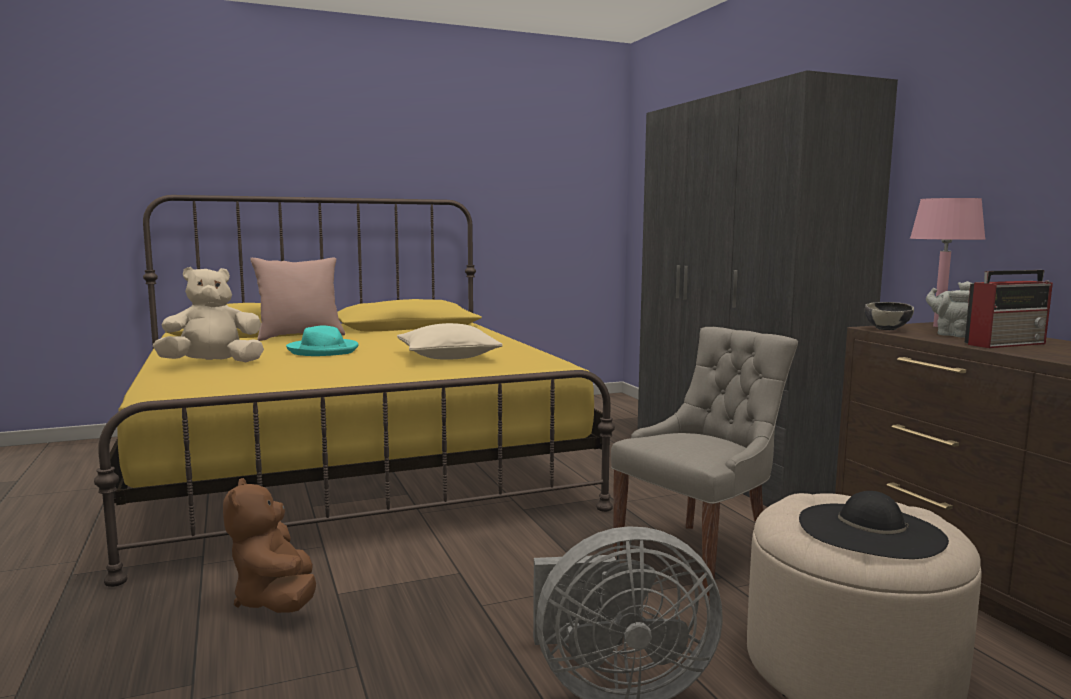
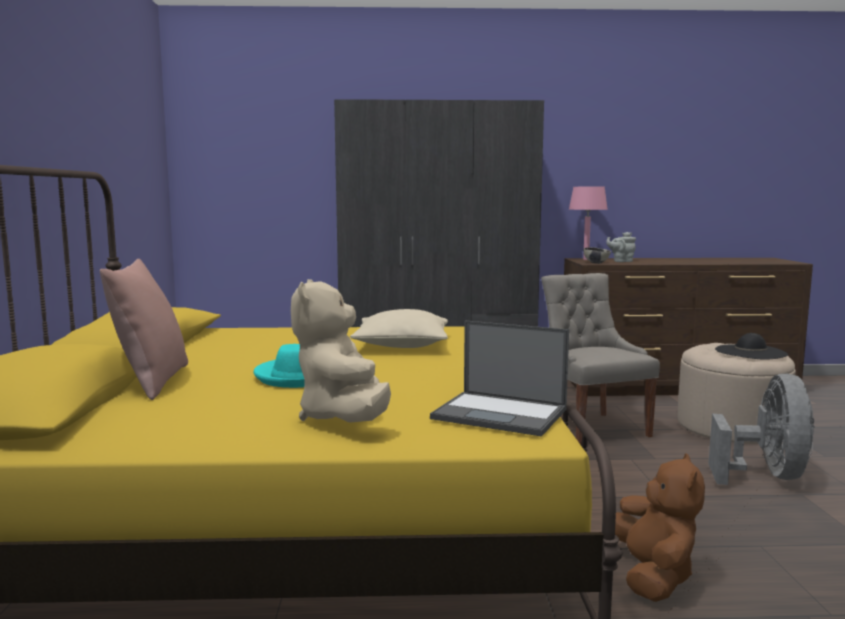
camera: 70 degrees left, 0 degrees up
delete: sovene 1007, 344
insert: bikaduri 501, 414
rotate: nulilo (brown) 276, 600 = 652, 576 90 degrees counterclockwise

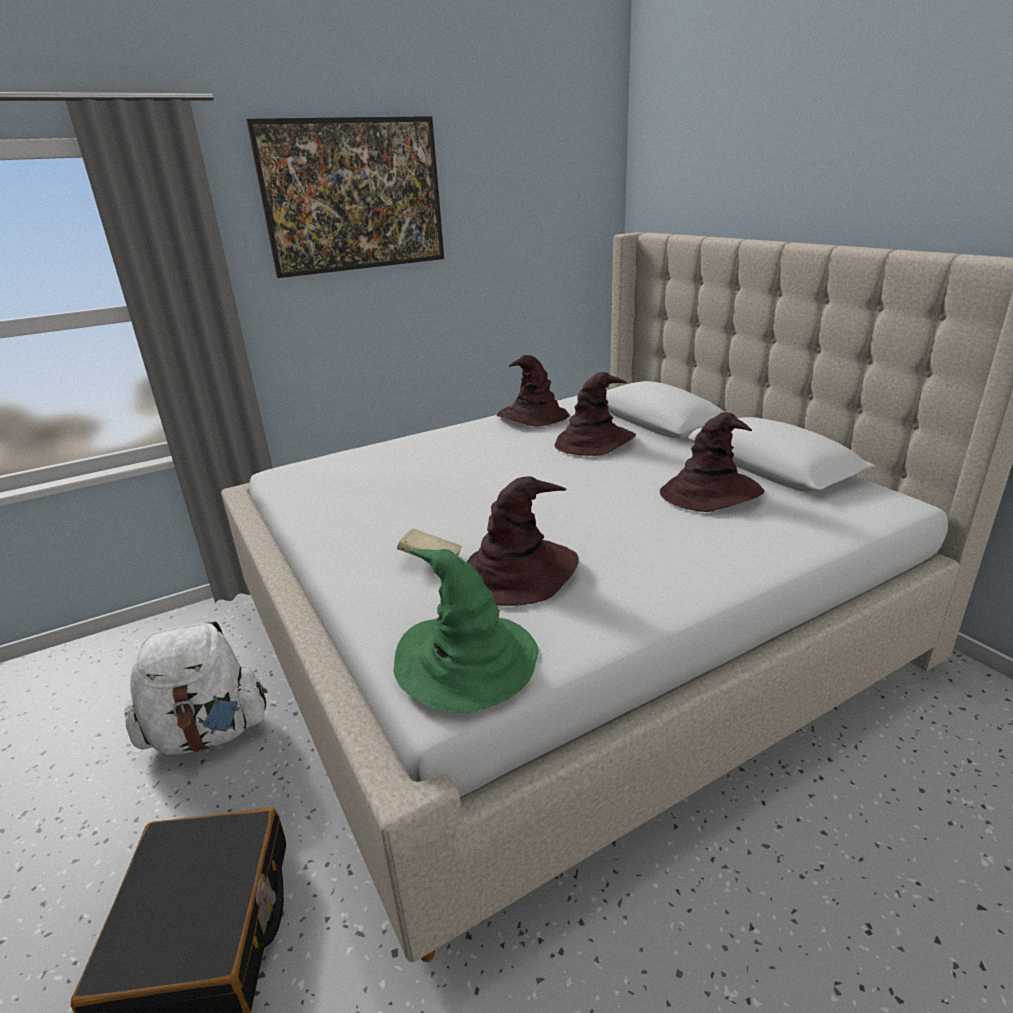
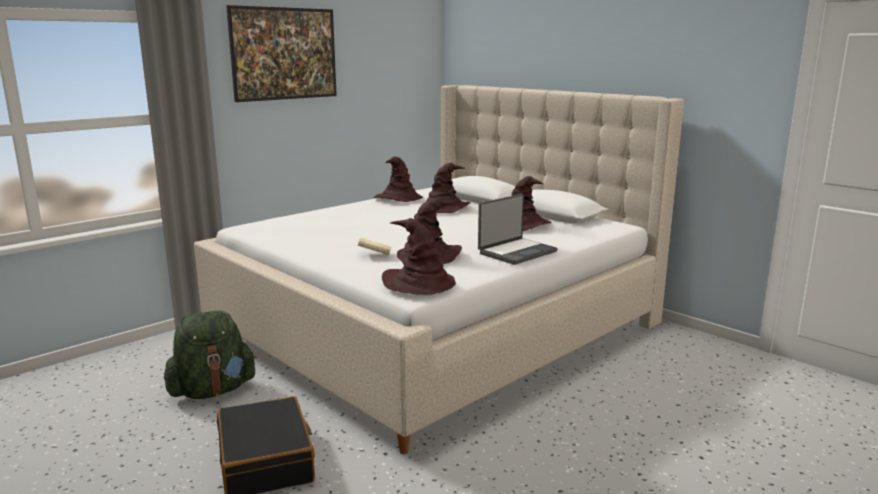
camera: 15 degrees left, 10 degrees down
insert: bikaduri 516, 252
recolor: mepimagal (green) 468, 663 to mepimagal (brown) 419, 283; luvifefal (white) 208, 733 to luvifefal (green) 213, 391

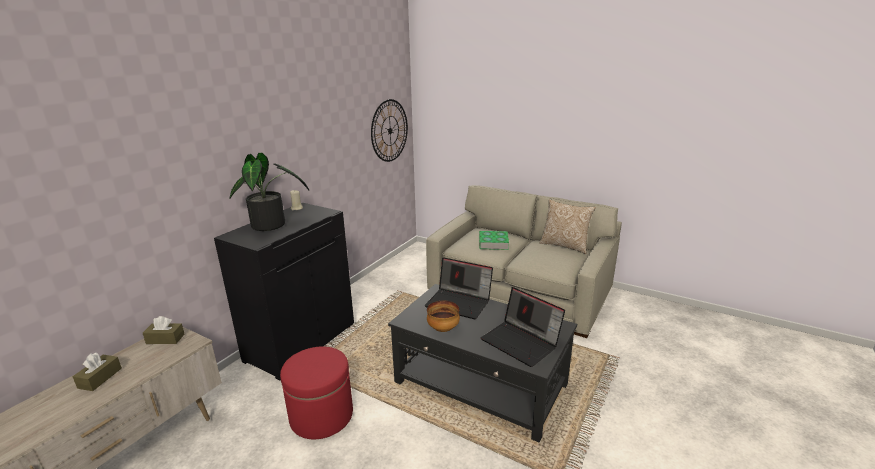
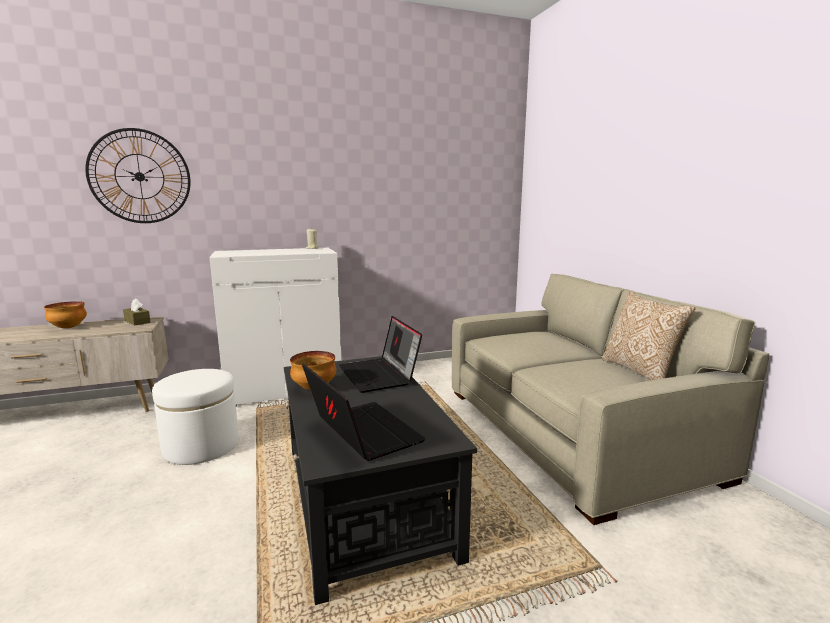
camera: 40 degrees right, 10 degrees down
delete: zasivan 272, 225; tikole 493, 243
move: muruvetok 389, 130 to 139, 176
replace: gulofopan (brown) 100, 378 to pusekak 68, 328
recolor: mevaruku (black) 300, 341 to mevaruku (white) 285, 388; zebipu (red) 321, 415 to zebipu (white) 201, 446
rotate: bikaduri 521, 342 = 361, 432 150 degrees clockwise

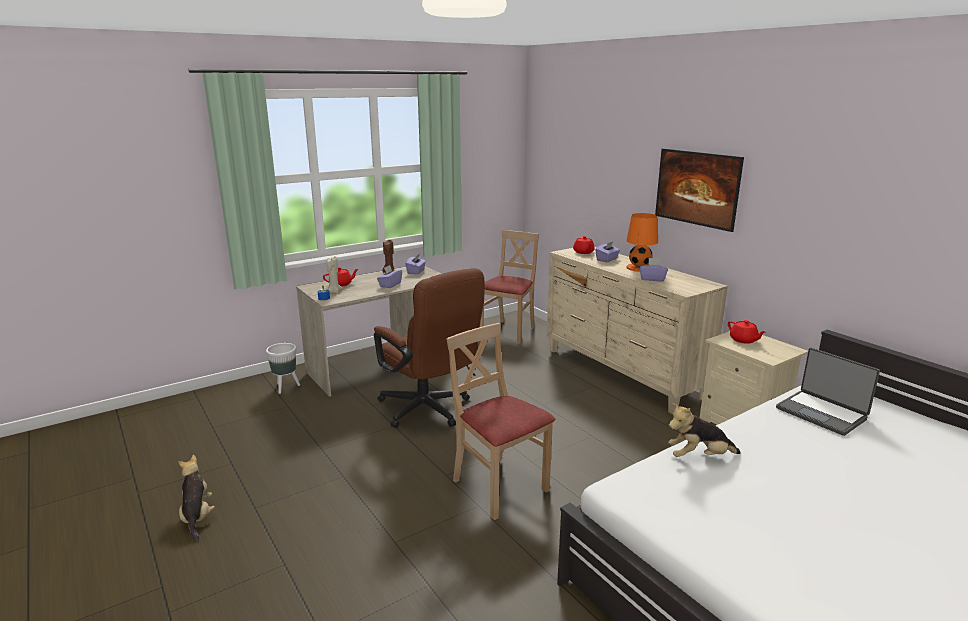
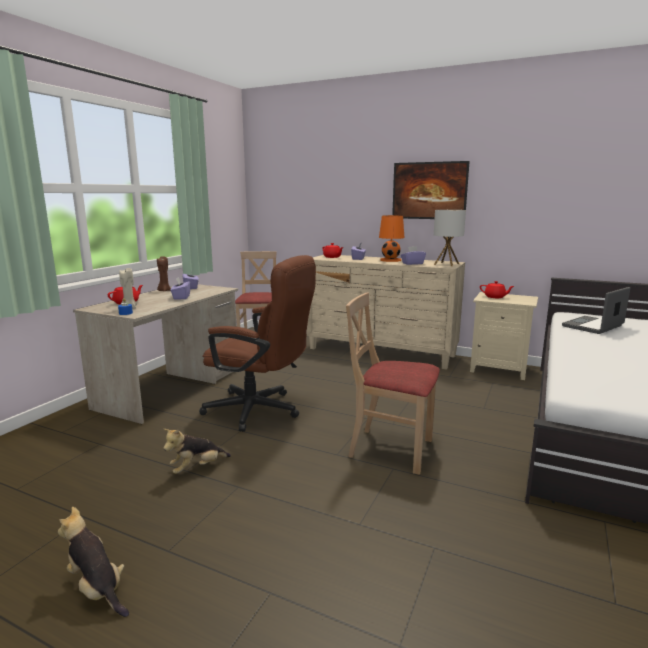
camera: 30 degrees left, 5 degrees down
delete: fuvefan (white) 286, 387
insert: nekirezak 446, 264
move: nulilo 699, 457 to 197, 468
rotate: bikaduri 822, 413 = 593, 326 120 degrees clockwise

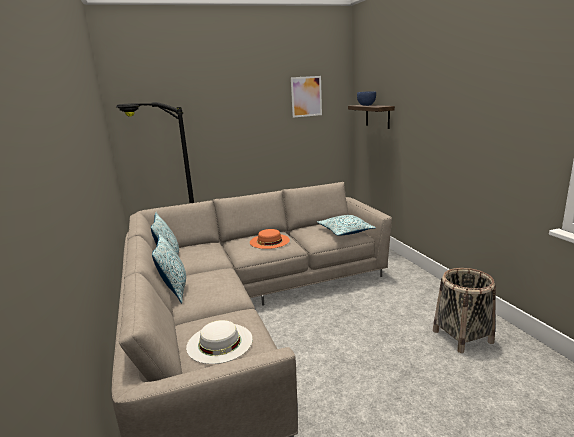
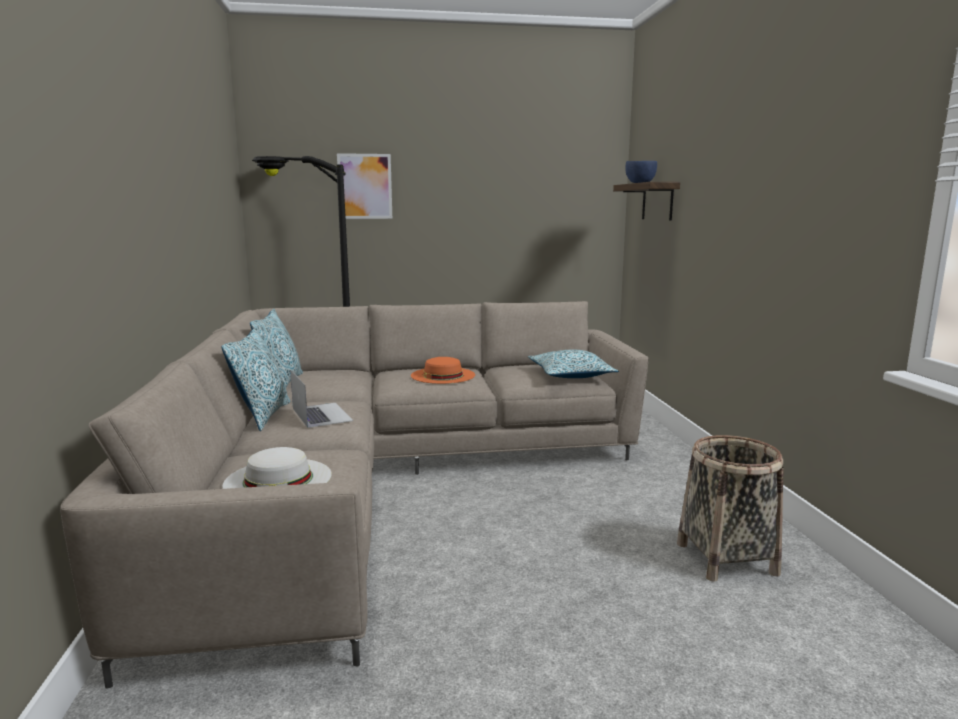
camera: 10 degrees right, 5 degrees down
insert: bikaduri 321, 414
move: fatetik 306, 96 to 365, 186

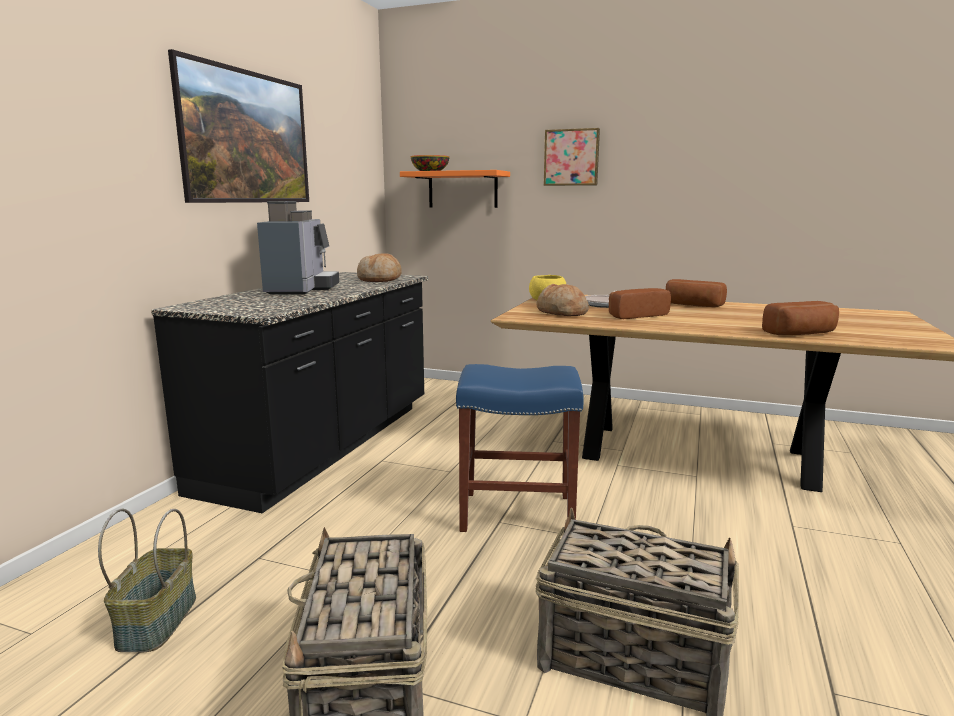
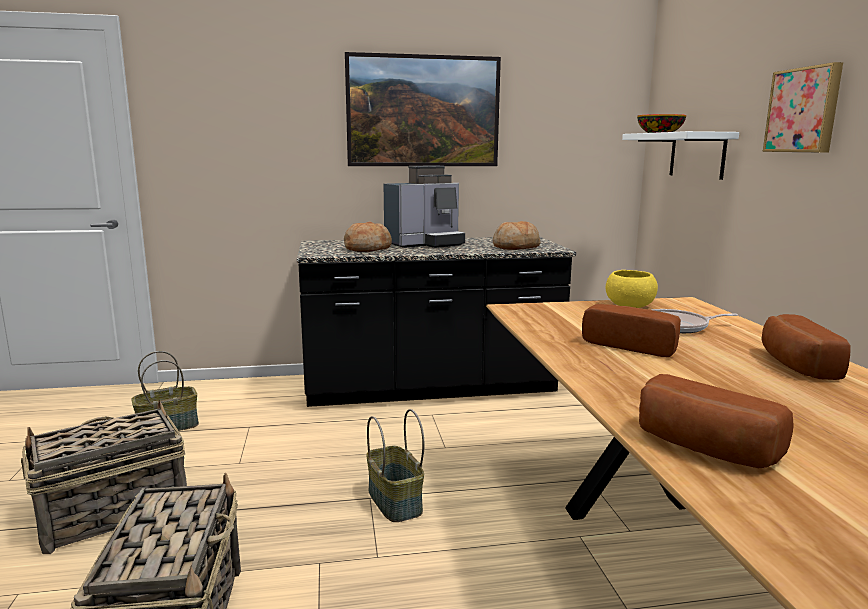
camera: 60 degrees right, 0 degrees up
move: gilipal 562, 312 to 367, 249
replace: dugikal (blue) 515, 513 to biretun 393, 501
recolor: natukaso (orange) 462, 190 to natukaso (white) 697, 155

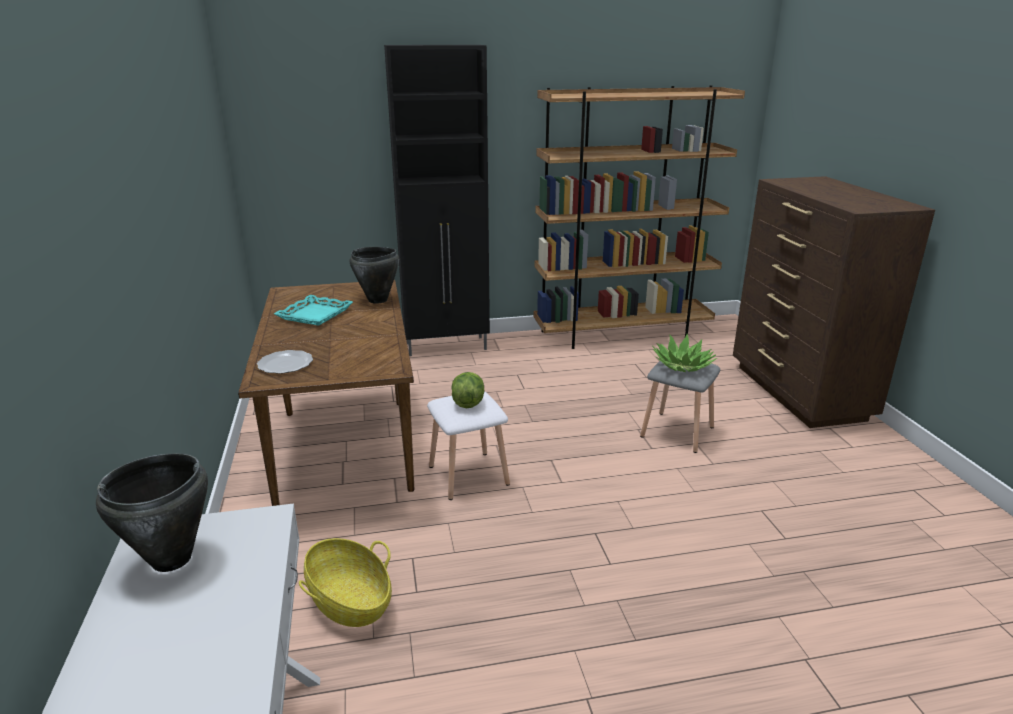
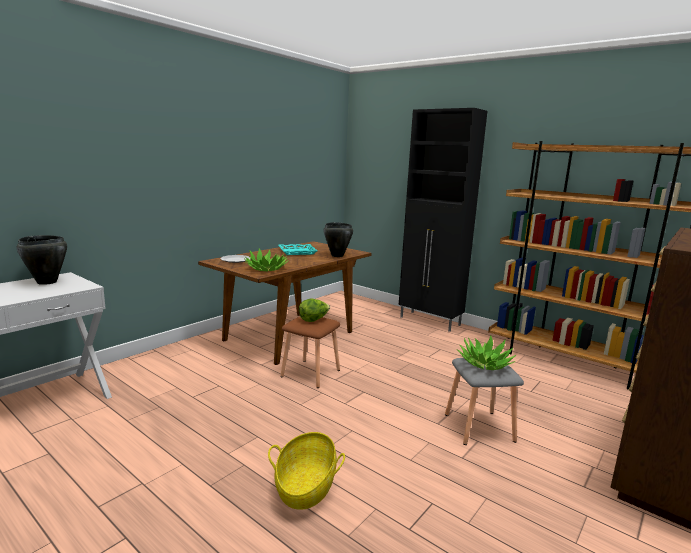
camera: 50 degrees right, 10 degrees down
insert: zasivan 266, 269
move: biretun 349, 601 to 305, 486
recolor: dugikal (white) 469, 475 to dugikal (brown) 310, 374

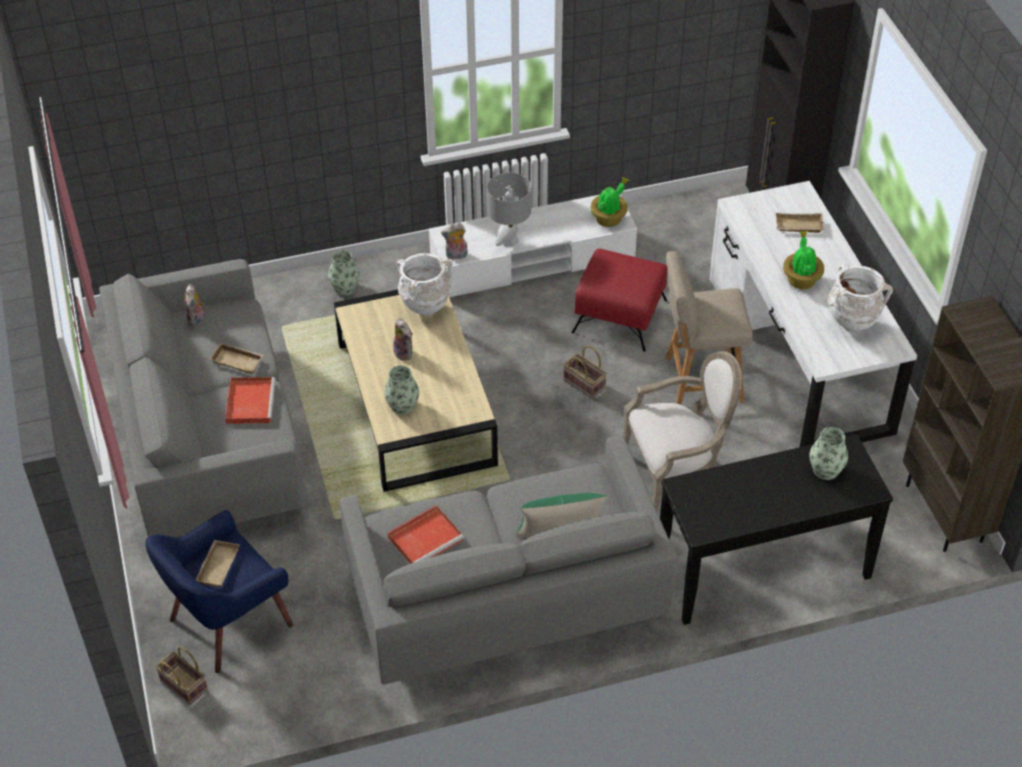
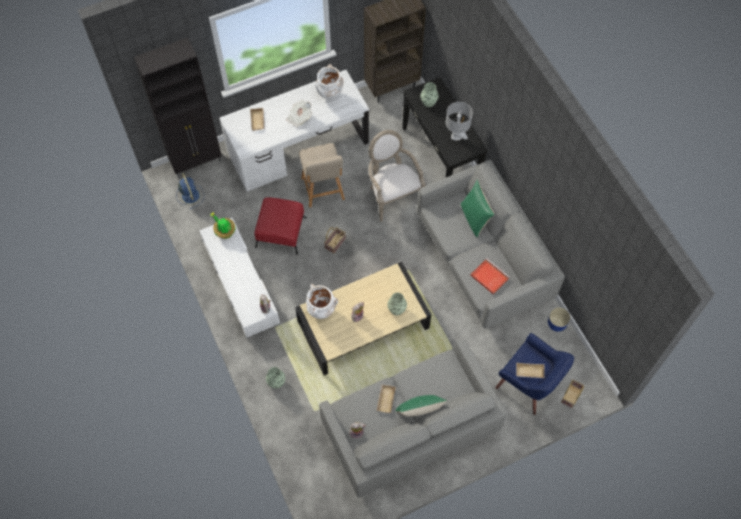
camera: 100 degrees left, 15 degrees up
delete: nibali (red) 250, 401
insert: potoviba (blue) 190, 195; fuvefan 556, 324; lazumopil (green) 419, 412
move: nekirezak (grey) 509, 241 to 456, 136
replace: zasivan 801, 279 to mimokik 299, 117

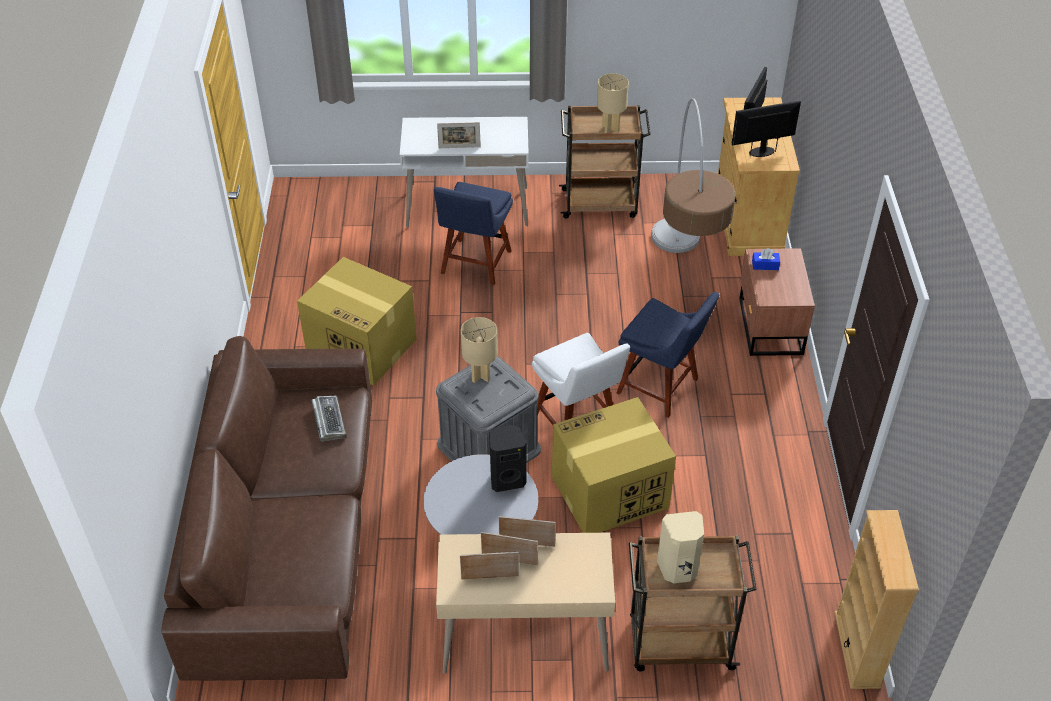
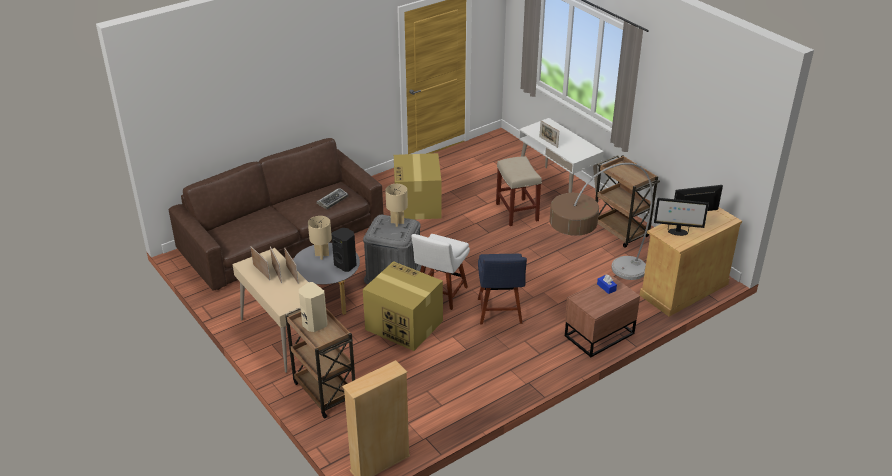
camera: 55 degrees right, 10 degrees down
move: nekirezak (beige) 611, 128 to 322, 255
replace: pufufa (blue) 474, 264 to dugikal (beige) 516, 212
rotate: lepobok 762, 151 = 677, 232 150 degrees clockwise

